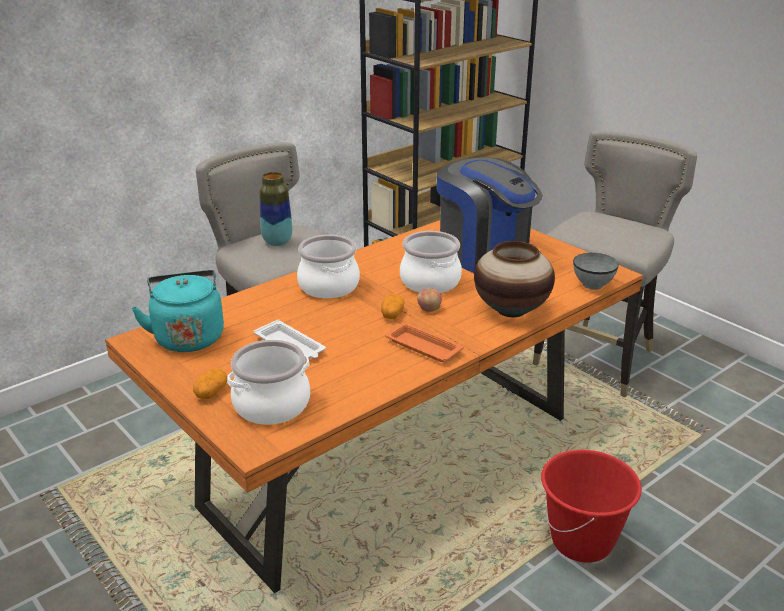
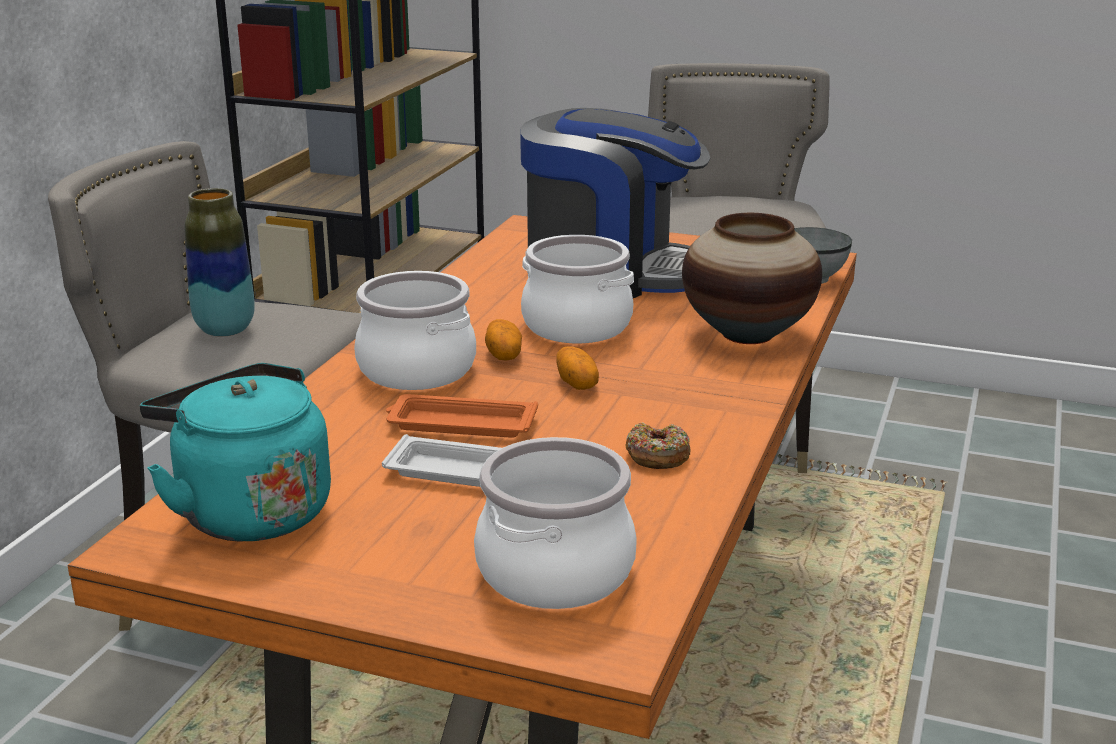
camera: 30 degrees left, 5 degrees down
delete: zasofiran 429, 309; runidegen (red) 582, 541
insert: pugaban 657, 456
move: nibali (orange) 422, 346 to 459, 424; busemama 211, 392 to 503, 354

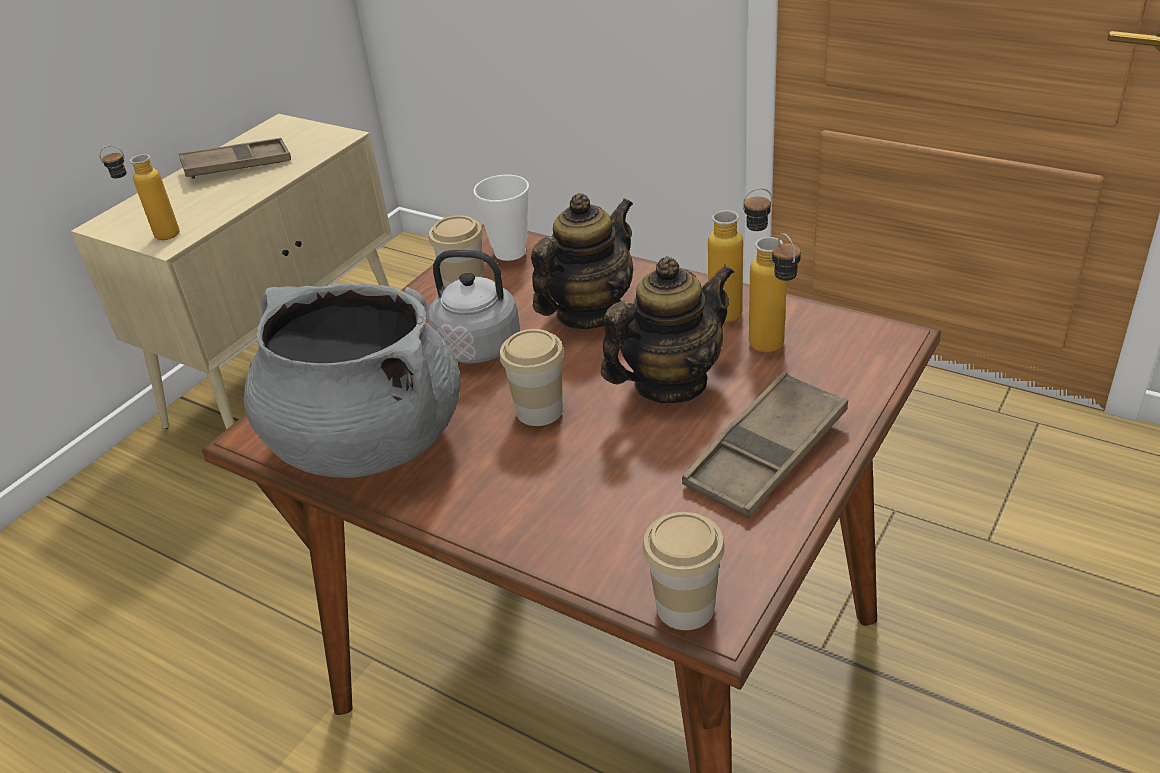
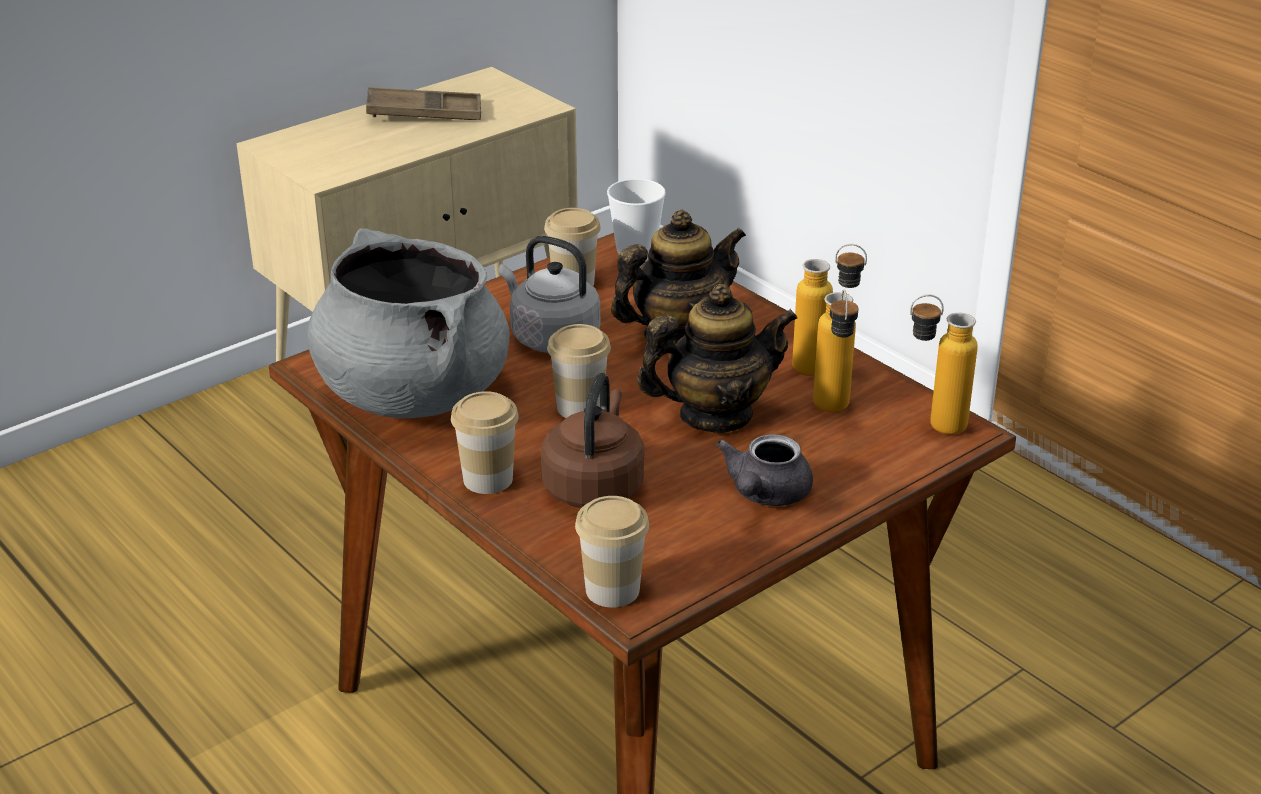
camera: 15 degrees right, 5 degrees down
insert: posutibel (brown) 595, 486; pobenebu 488, 479
move: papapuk 156, 237 to 932, 426
replace: nibali (brown) 766, 454 to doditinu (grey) 764, 495

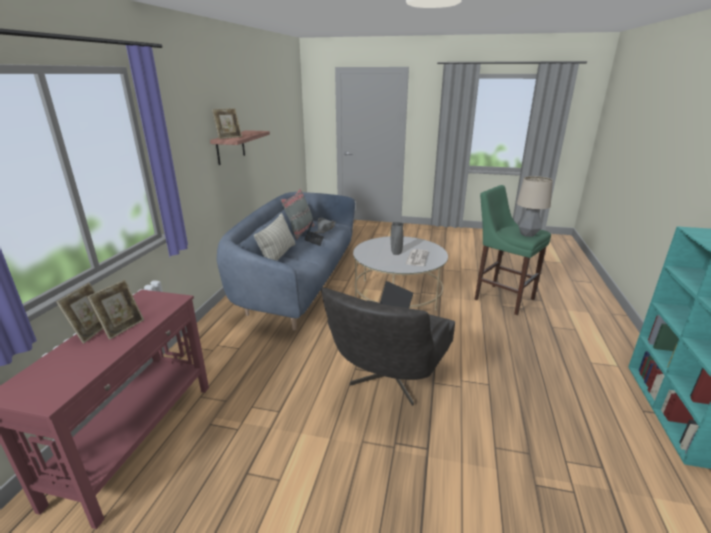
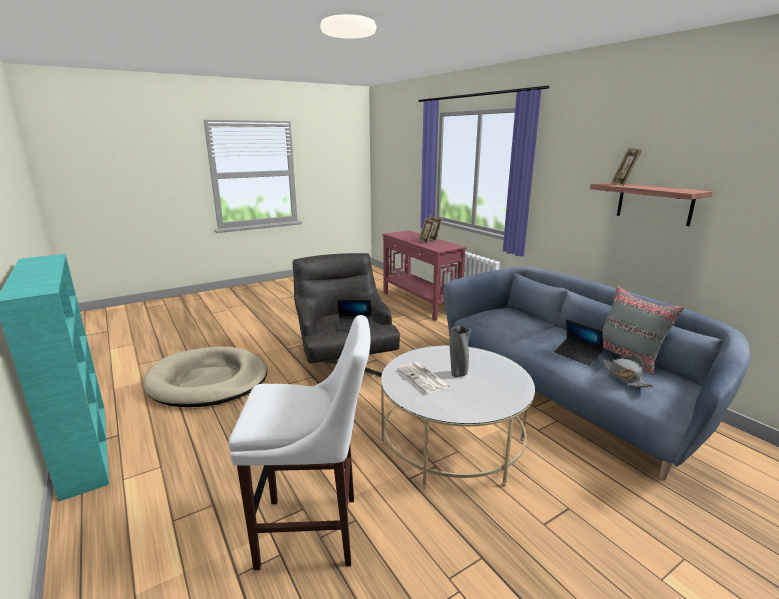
camera: 135 degrees right, 5 degrees down
delete: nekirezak 527, 234; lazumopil 278, 256
insert: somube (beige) 208, 381
recolor: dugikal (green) 501, 298 to dugikal (white) 314, 531

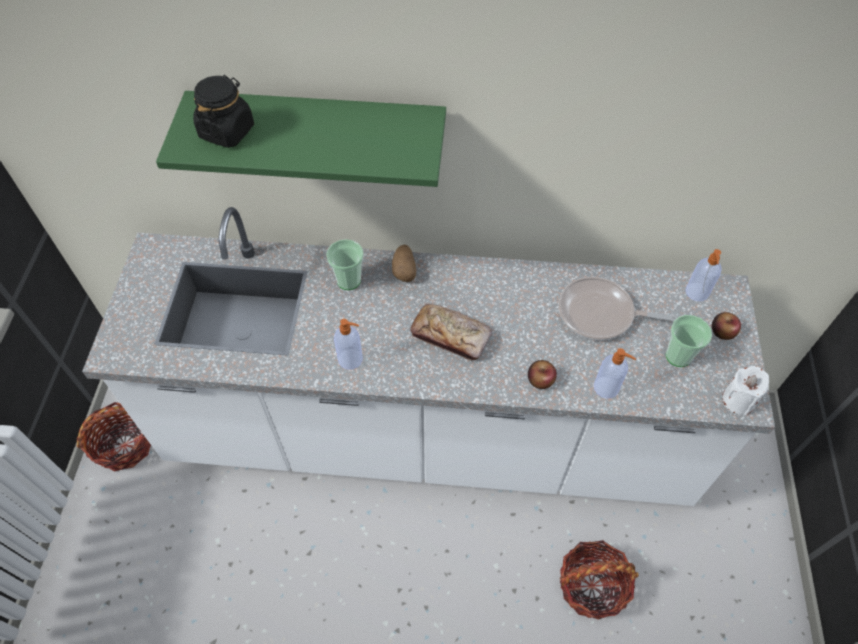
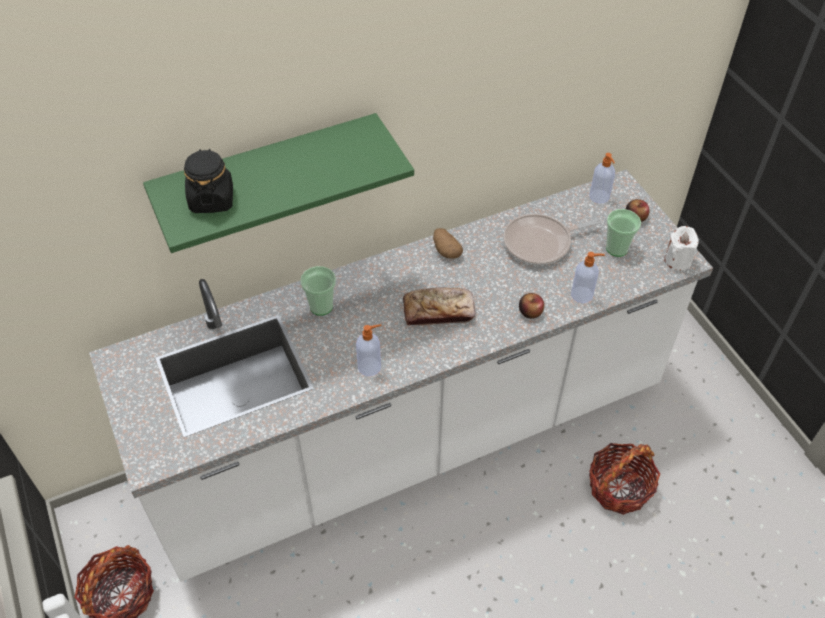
camera: 30 degrees left, 5 degrees down
move: busemama 404, 270 to 446, 250

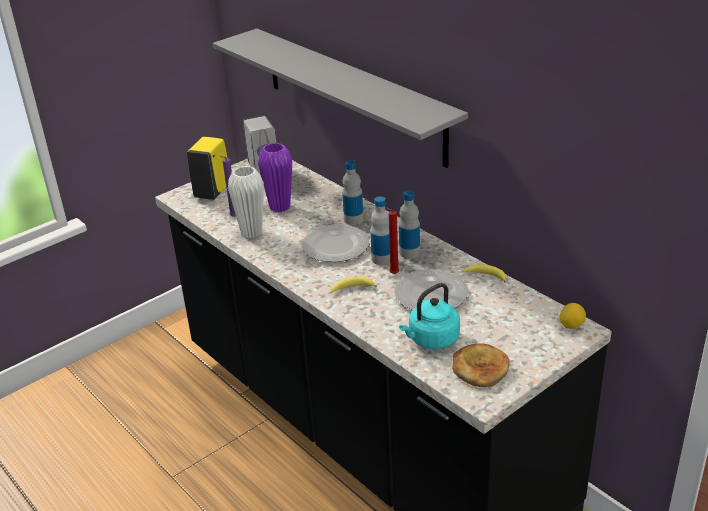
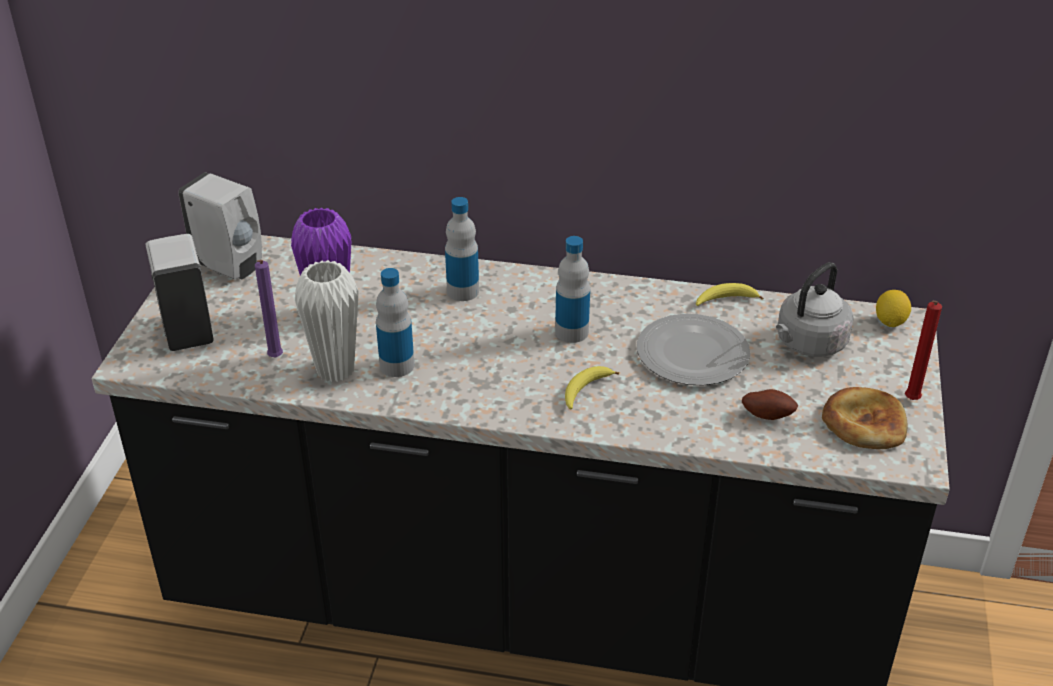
camera: 40 degrees left, 5 degrees up
delete: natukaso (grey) 352, 95; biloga 334, 246
insert: posutibel (grey) 808, 344
move: papapuk 409, 252 to 397, 365; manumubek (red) 392, 274 to 910, 401
replace: posutibel (turquoise) 431, 340 to busemama 768, 414
recolor: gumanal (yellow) 213, 191 to gumanal (white) 188, 331

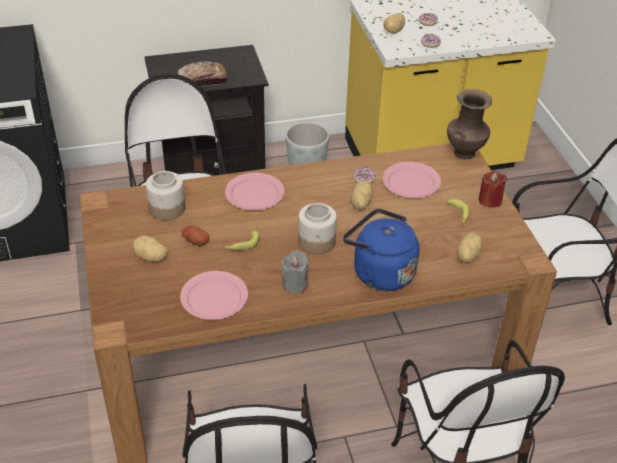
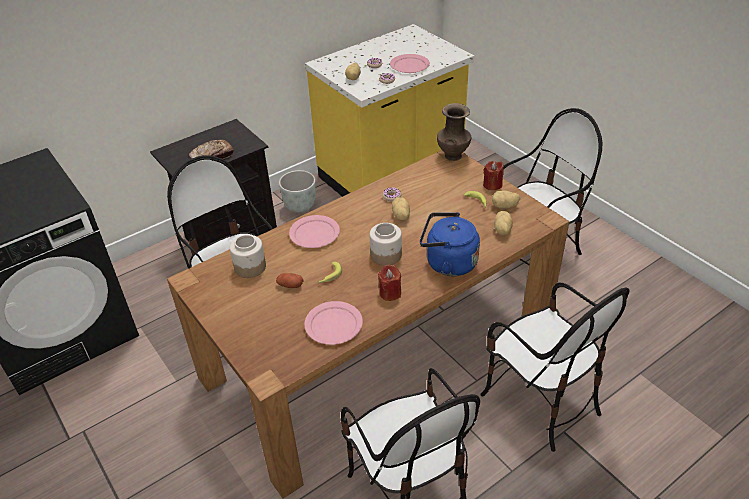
camera: 20 degrees left, 0 degrees up
move: biloga (pink) 411, 182 to 410, 65; busemama 151, 258 to 504, 206
recolor: manumubek (grey) 295, 284 to manumubek (red) 390, 293

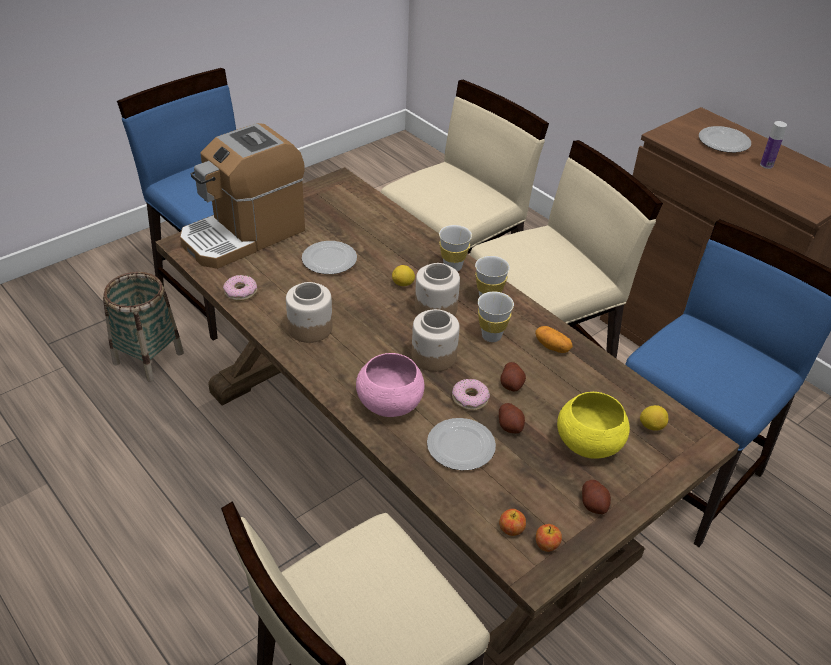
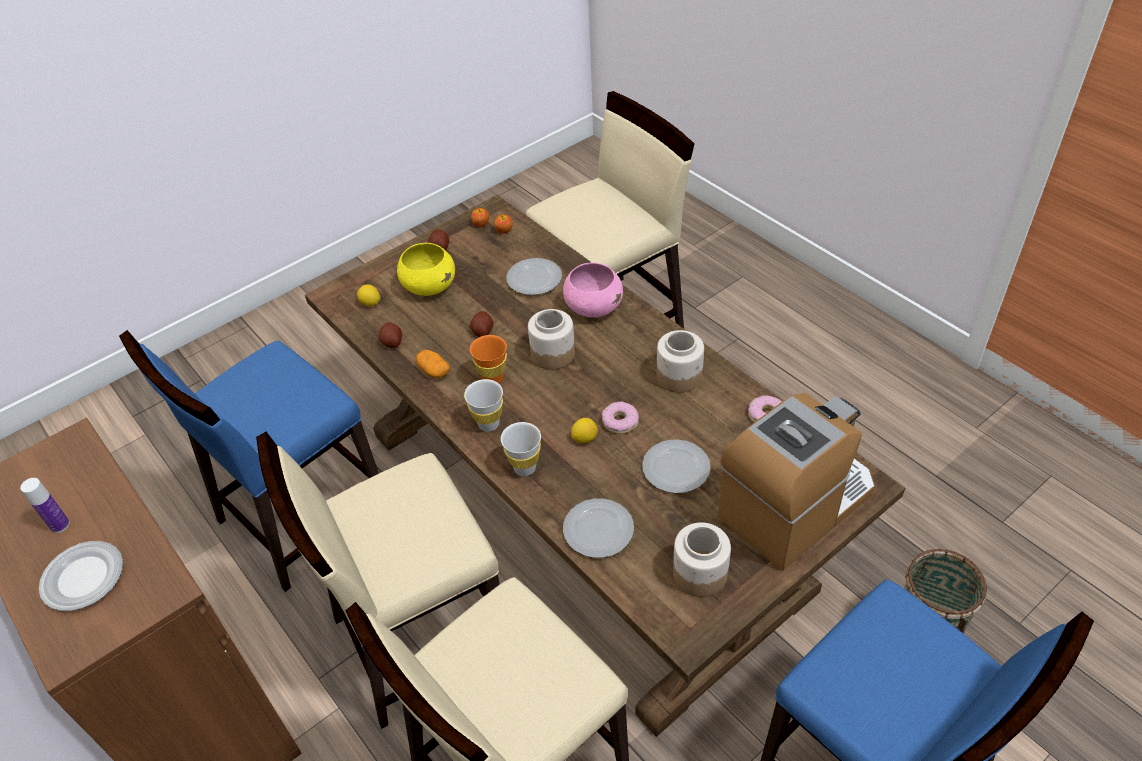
camera: 175 degrees left, 5 degrees up
insert: biloga 599, 530
move: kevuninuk 436, 308 to 699, 573; pugaban 470, 399 to 620, 422; busemama 510, 426 to 392, 342
recolor: pobenebu (white) 491, 336 to pobenebu (orange) 493, 379

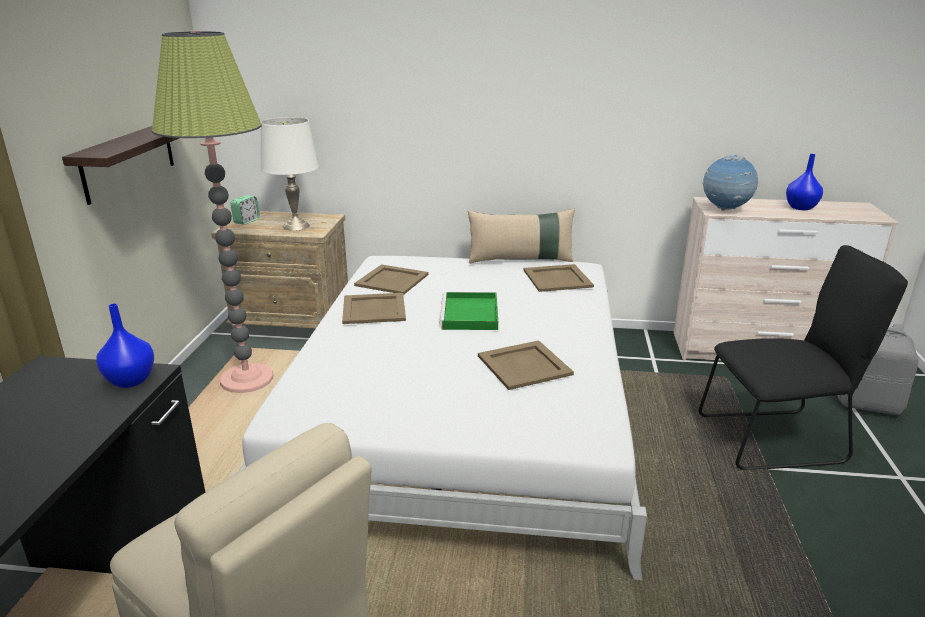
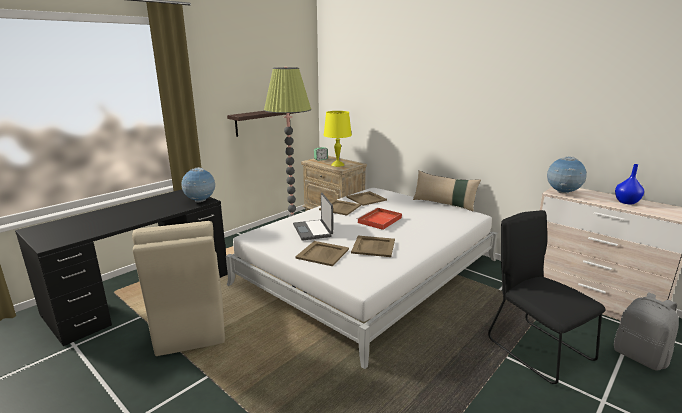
camera: 35 degrees right, 5 degrees down
insert: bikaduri 313, 230
move: nibali (beige) 556, 278 to 322, 253
replace: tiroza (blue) 131, 380 to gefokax 200, 201
recolor: nekirezak (white) 295, 226 to nekirezak (yellow) 337, 164; nibali (green) 470, 315 to nibali (red) 379, 220
rotate: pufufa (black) 777, 439 = 534, 347 150 degrees counterclockwise

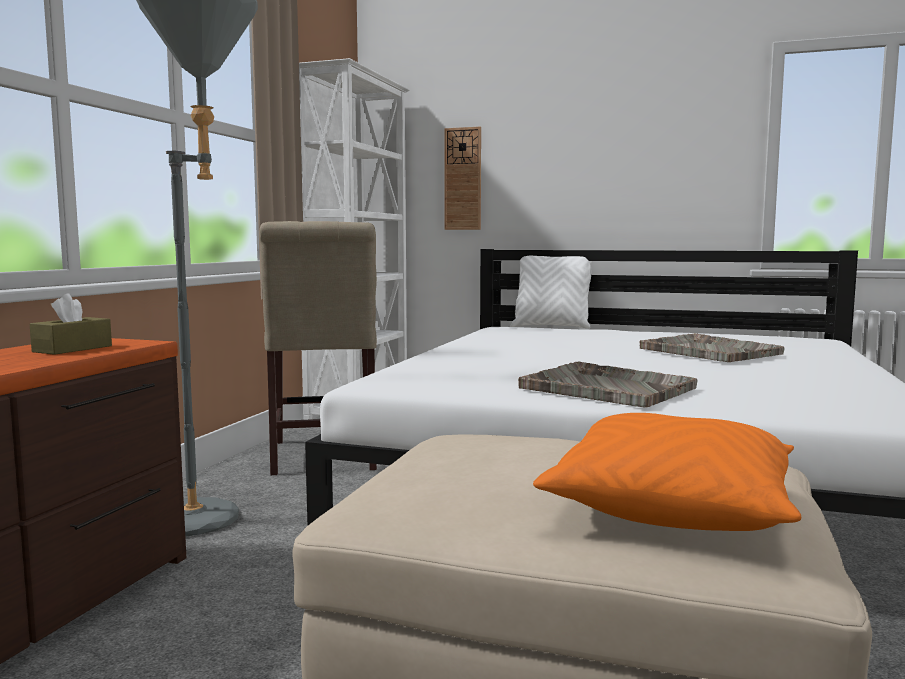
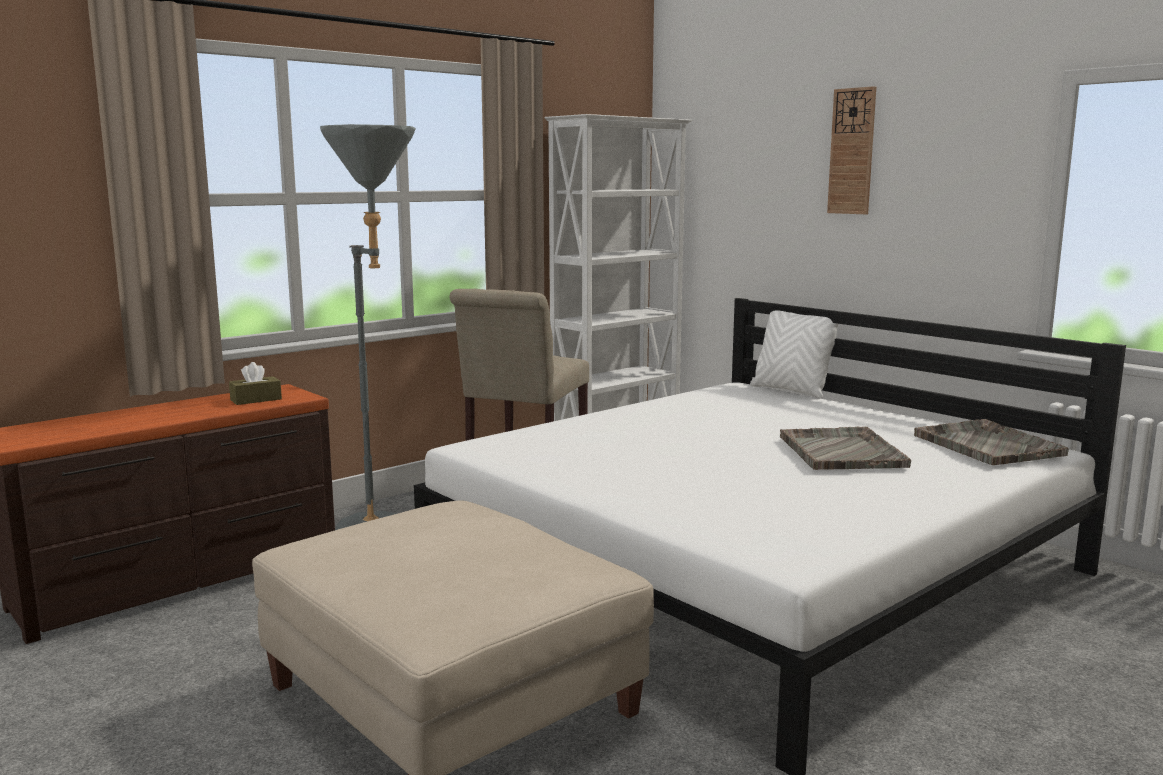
camera: 30 degrees right, 5 degrees up
delete: lazumopil (orange) 671, 506
move: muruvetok 463, 179 to 852, 151; nibali (grey) 605, 387 to 987, 445

